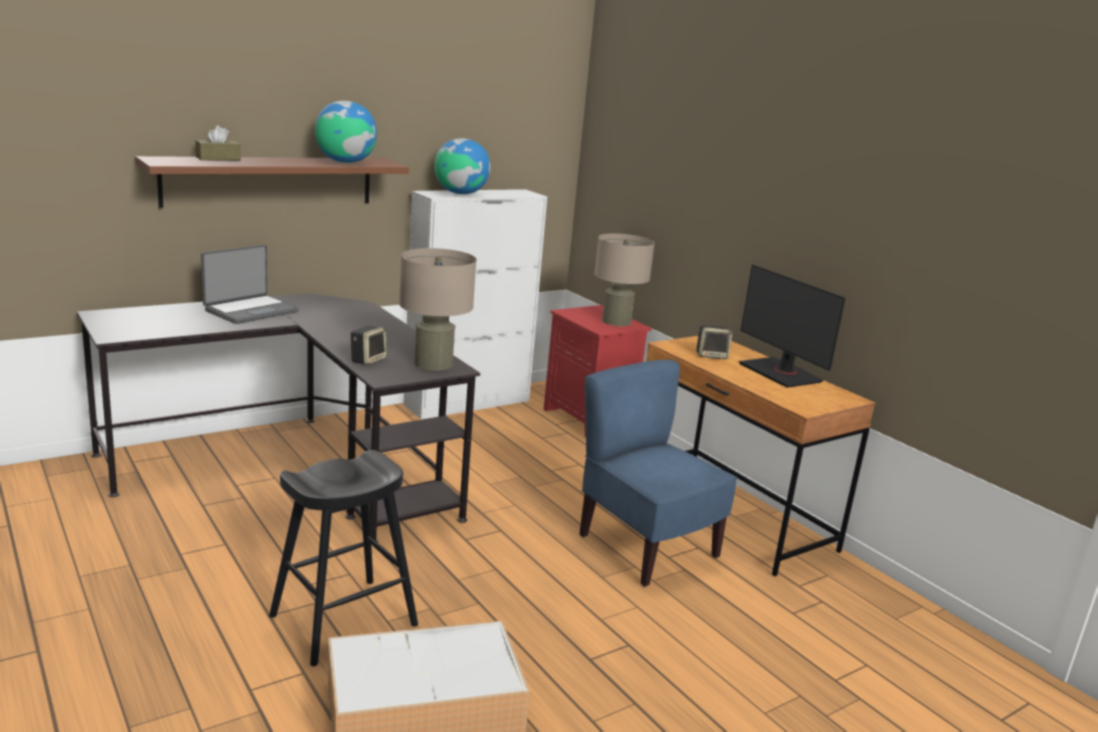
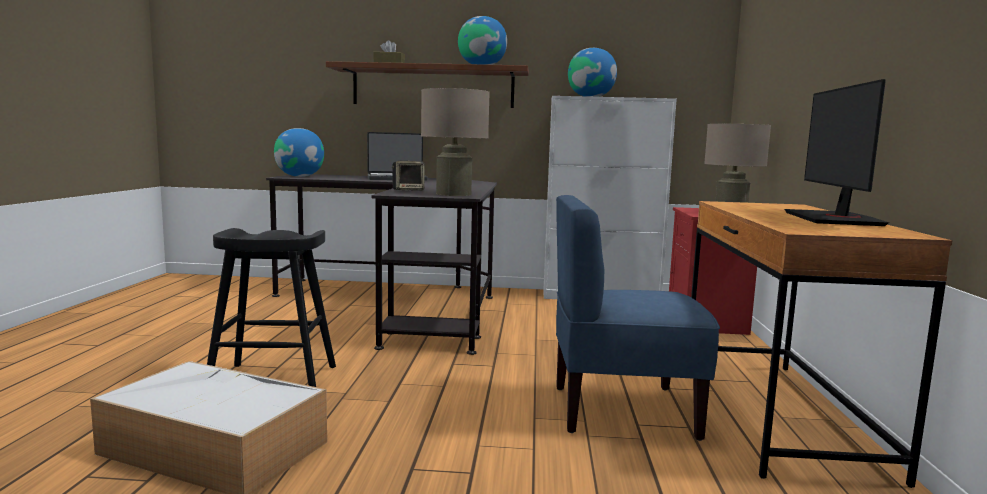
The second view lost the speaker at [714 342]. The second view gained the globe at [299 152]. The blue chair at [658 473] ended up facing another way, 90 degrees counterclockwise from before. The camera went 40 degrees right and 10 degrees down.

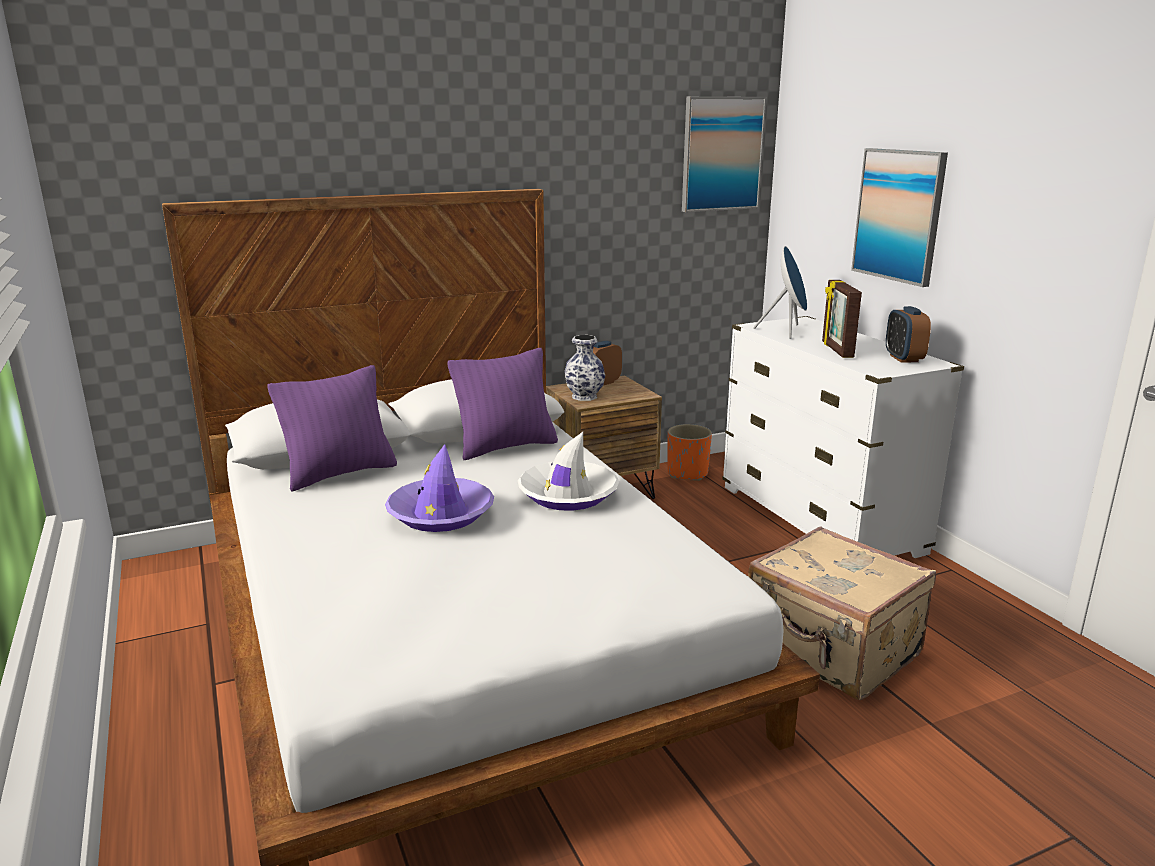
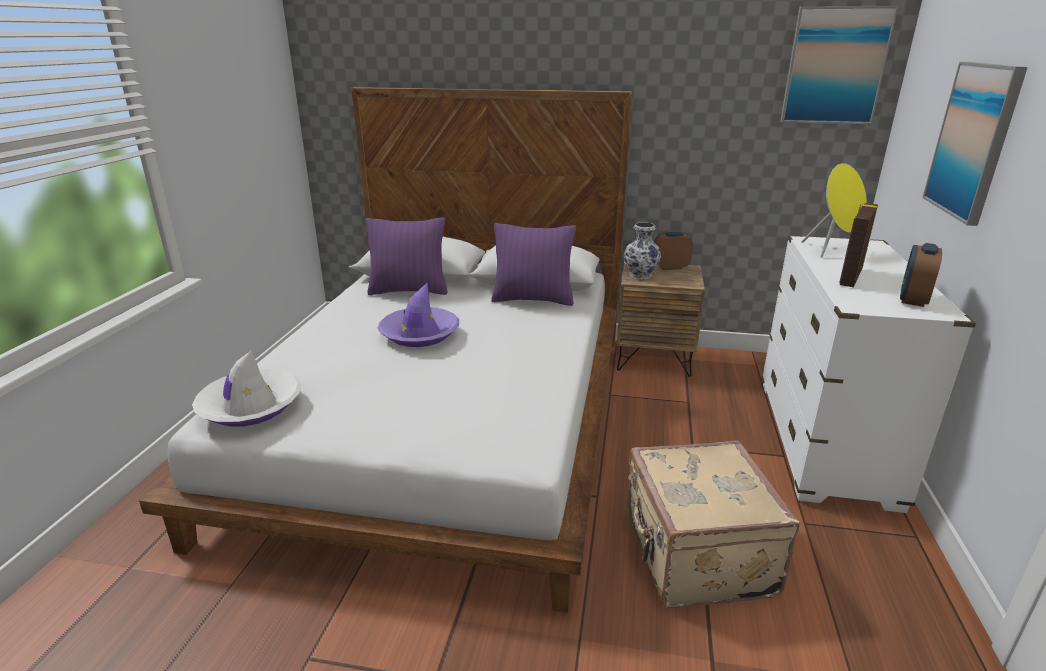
The second view lost the orange planter at [689 452]. The white hat ended up elsewhere, having gone from [568 471] to [246 389]. What was the blue speaker at [780 292] turned into the yellow speaker at [834 210]. The camera went 35 degrees right and 5 degrees up.

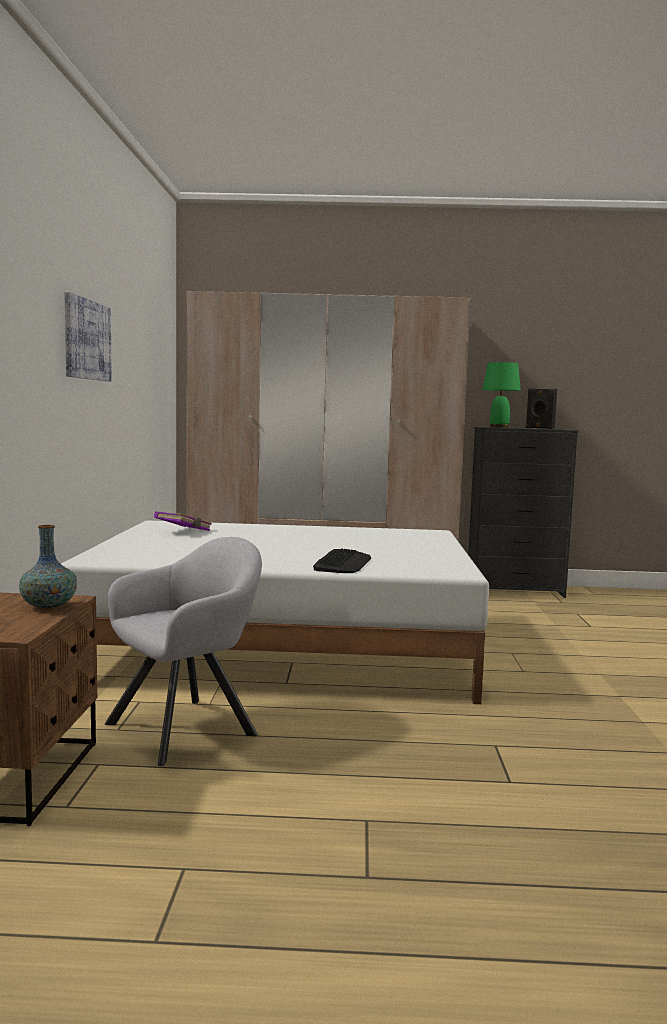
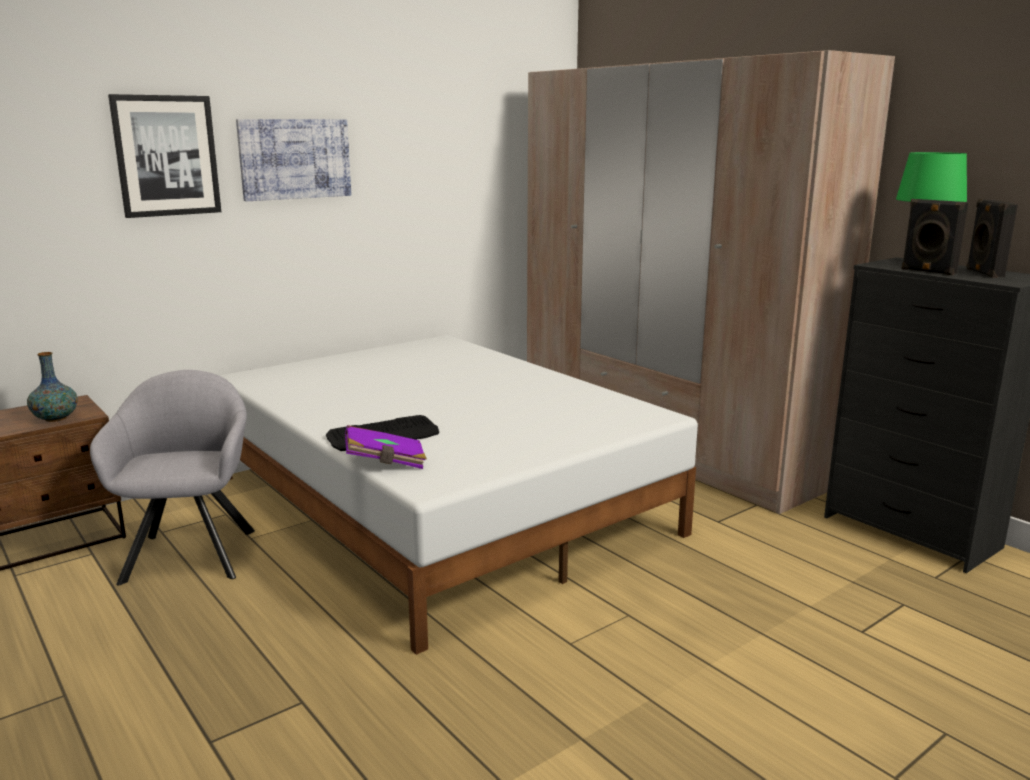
The second view gained the picture at [164 156]. The second view gained the black speaker at [934 237]. The purple book ended up elsewhere, having gone from [183 521] to [386 447]. The grey armchair at [183 651] ended up facing another way, 105 degrees counterclockwise from before. The camera went 50 degrees right and 10 degrees up.

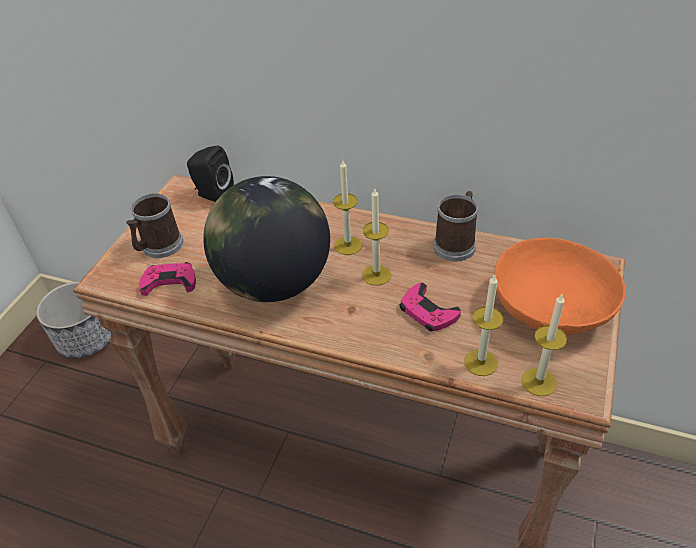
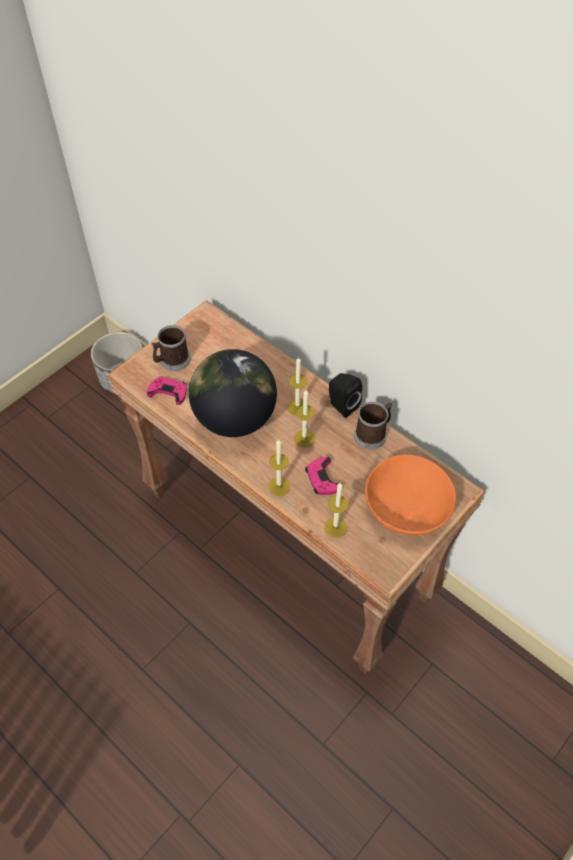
The black speaker ended up elsewhere, having gone from [210 174] to [345 395]. The candle ended up elsewhere, having gone from [544 344] to [279 468]. The camera went 20 degrees right and 10 degrees up.

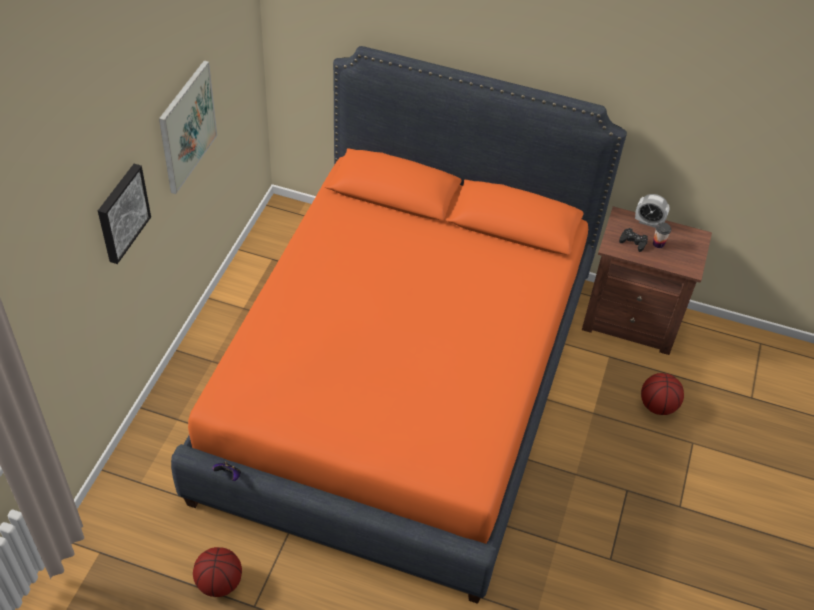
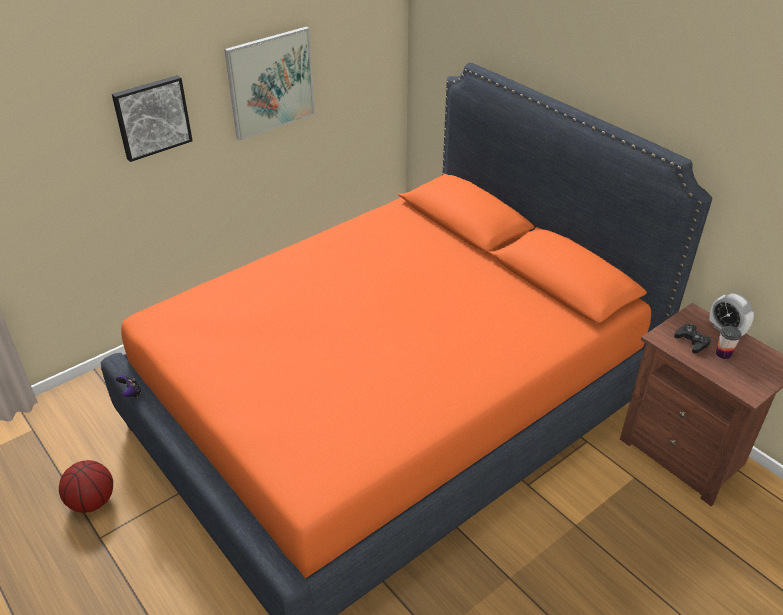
The second view lost the basketball at [662 394]. The camera went 35 degrees right and 10 degrees down.

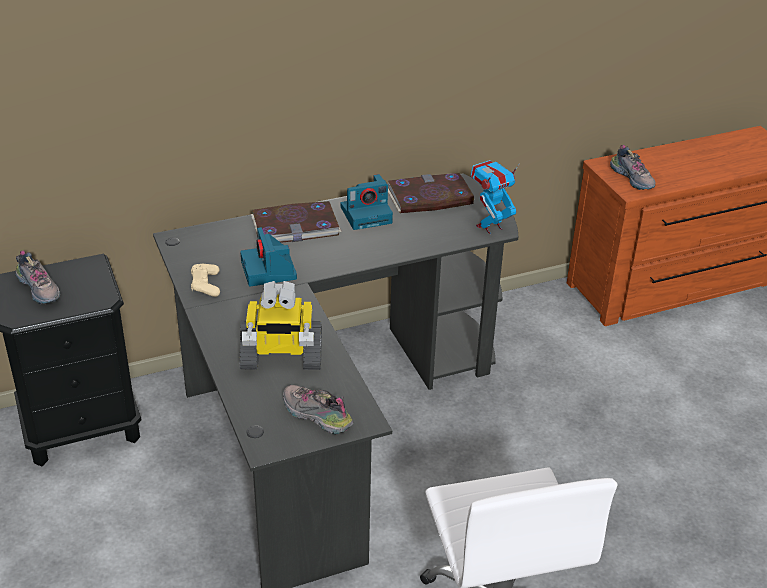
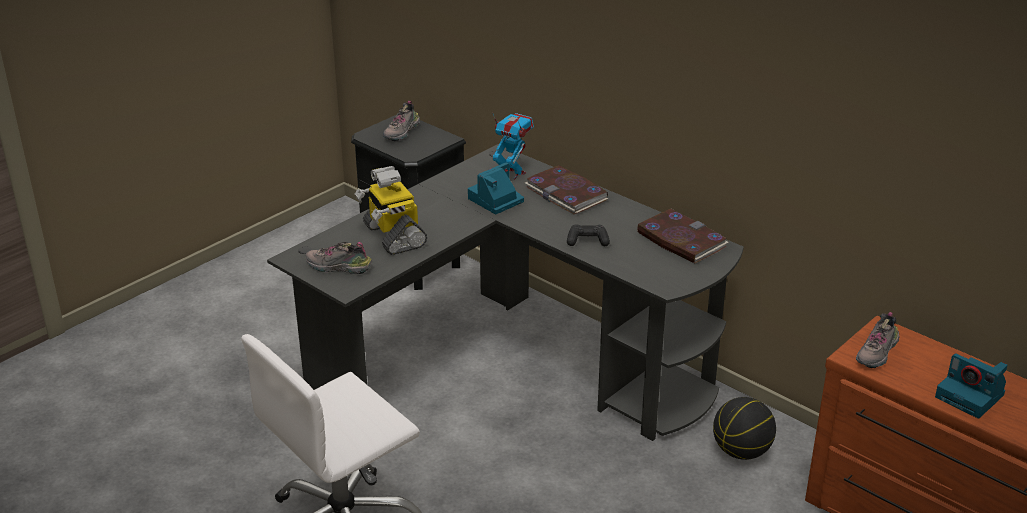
The second view lost the beige game controller at [205 280]. The second view gained the black game controller at [588 235]. The second view gained the basketball at [744 428]. The photo camera ended up elsewhere, having gone from [366 202] to [971 385]. The toy robot ended up elsewhere, having gone from [495 197] to [513 146]. The shoe at [318 410] ended up facing another way, 90 degrees counterclockwise from before. The camera went 65 degrees right and 5 degrees down.

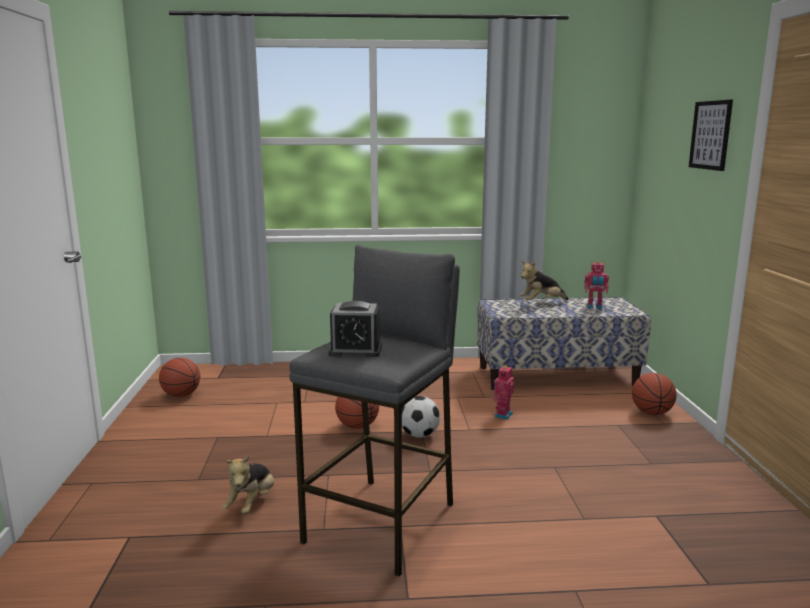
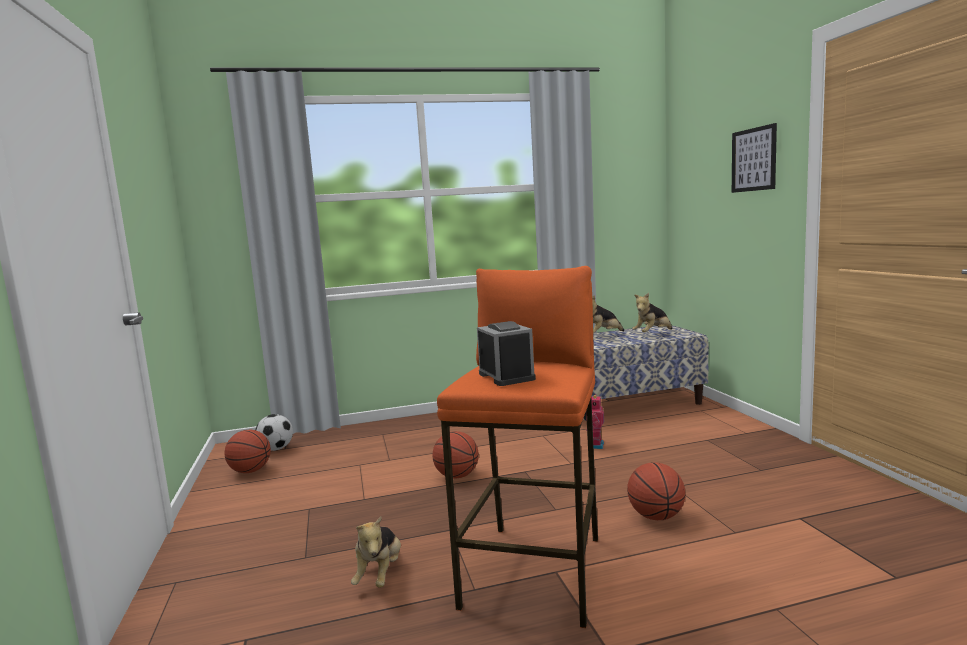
The football ended up elsewhere, having gone from [421 417] to [274 432]. The basketball ended up elsewhere, having gone from [654 394] to [656 491]. Where the toy robot stood at [596 285], the plush toy came to stand at [652 312]. What was the grey stool at [374 411] turned into the orange stool at [517 447]. The alarm clock at [355 329] ended up facing another way, 105 degrees counterclockwise from before. The camera went 10 degrees left and 5 degrees down.

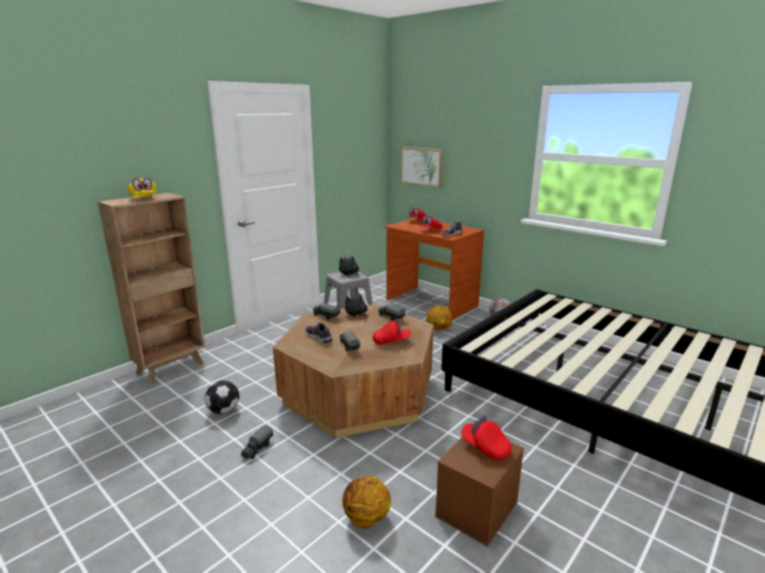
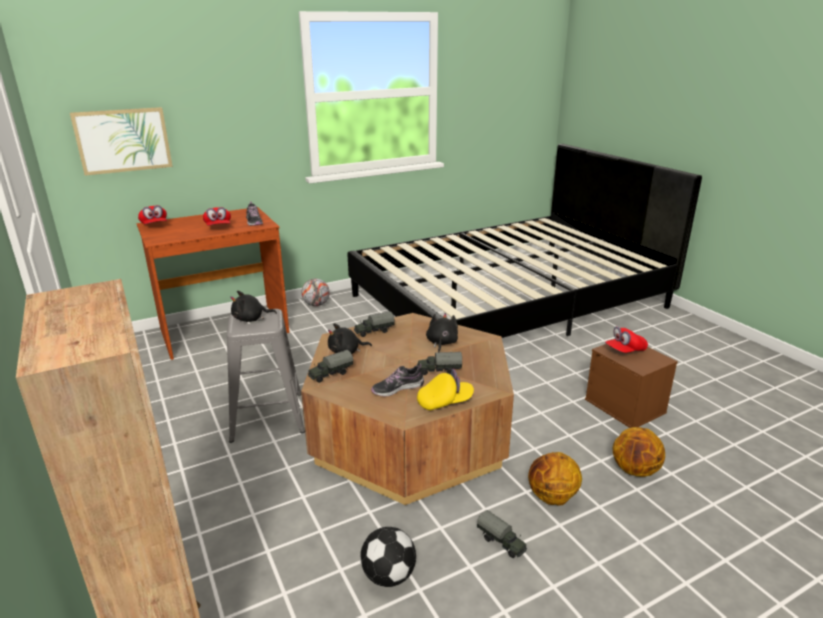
The yellow cap ended up elsewhere, having gone from [142 187] to [445 389]. The basketball ended up elsewhere, having gone from [440 317] to [555 479]. Where the red cap stood at [392 332], the black plush toy came to stand at [442 332]. The camera went 70 degrees left and 5 degrees up.

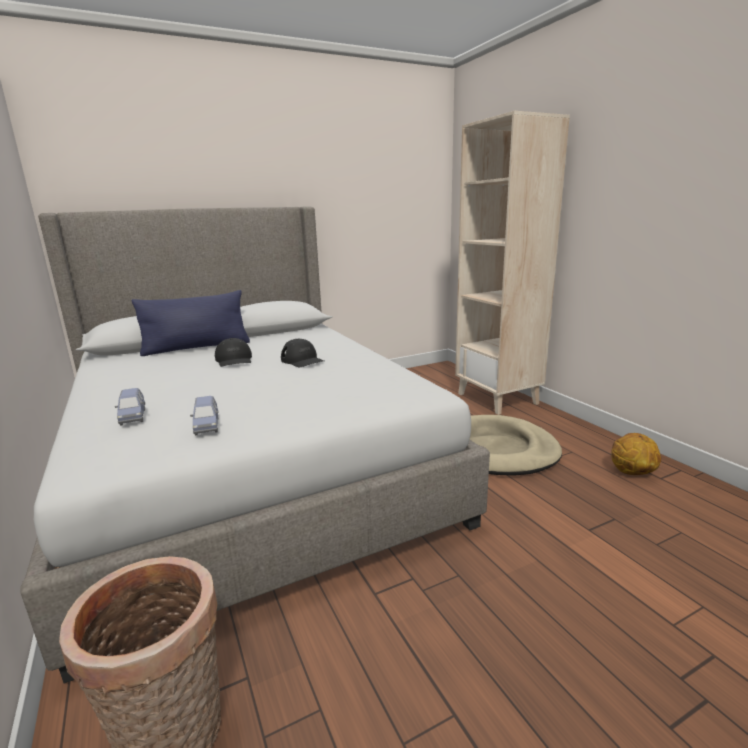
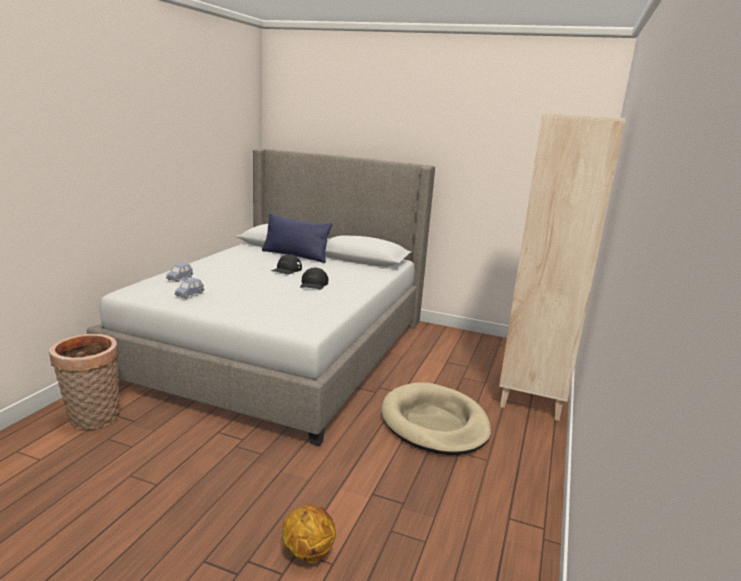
The basketball ended up elsewhere, having gone from [636 454] to [309 534]. The camera went 45 degrees right and 0 degrees up.

